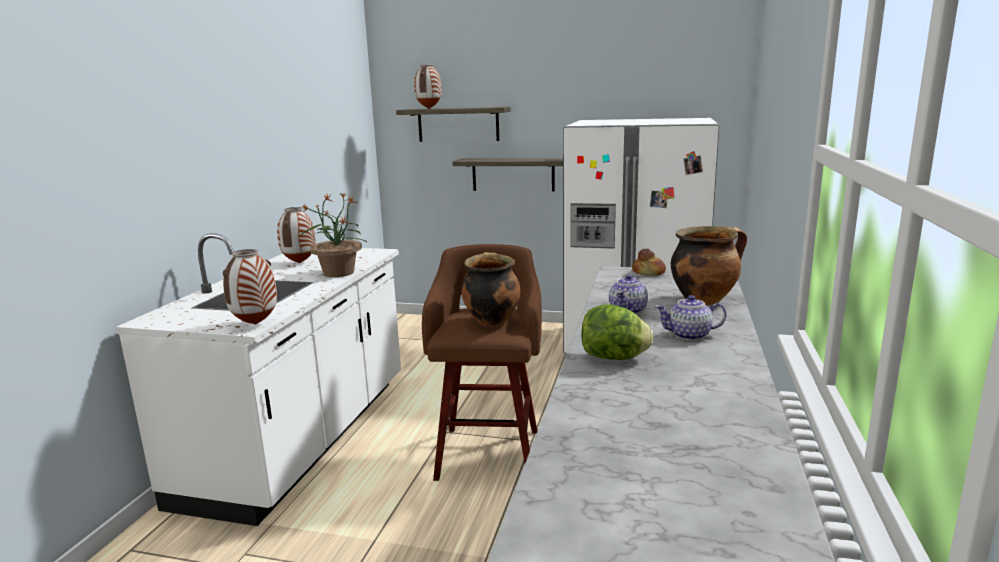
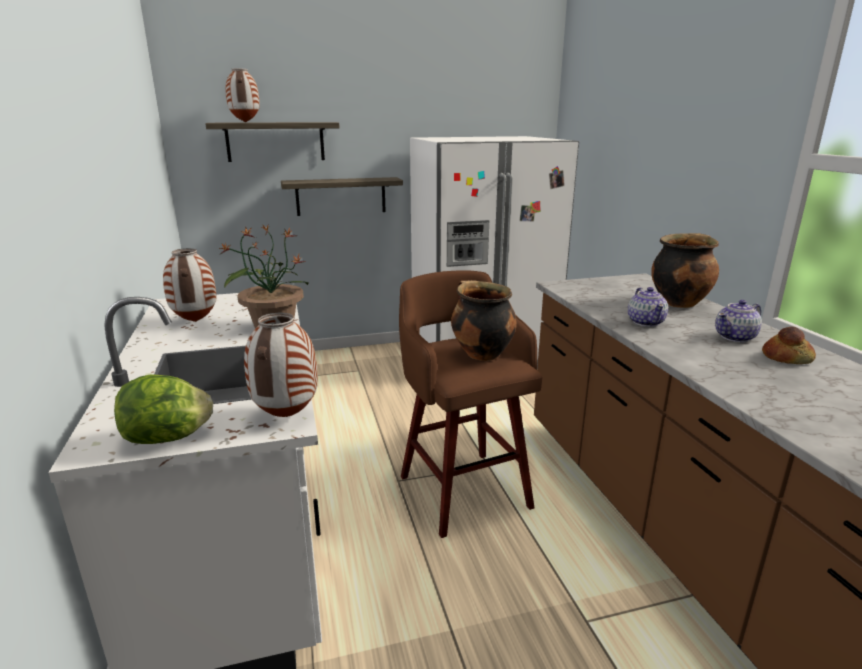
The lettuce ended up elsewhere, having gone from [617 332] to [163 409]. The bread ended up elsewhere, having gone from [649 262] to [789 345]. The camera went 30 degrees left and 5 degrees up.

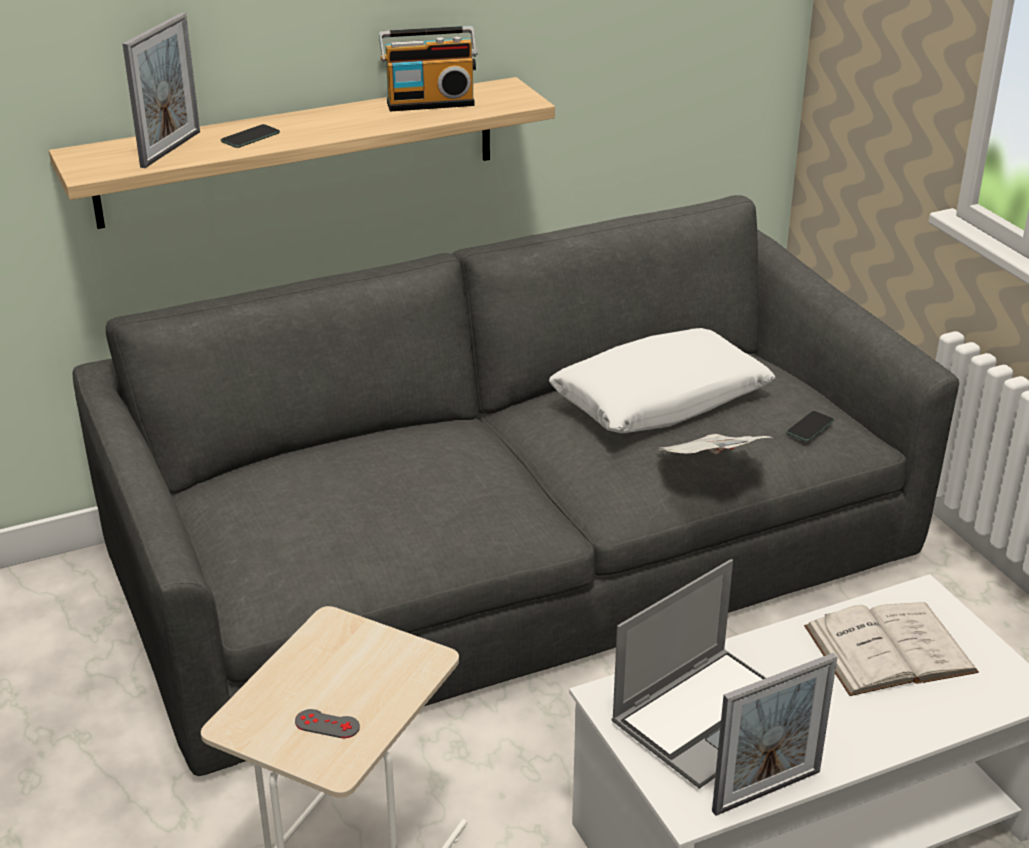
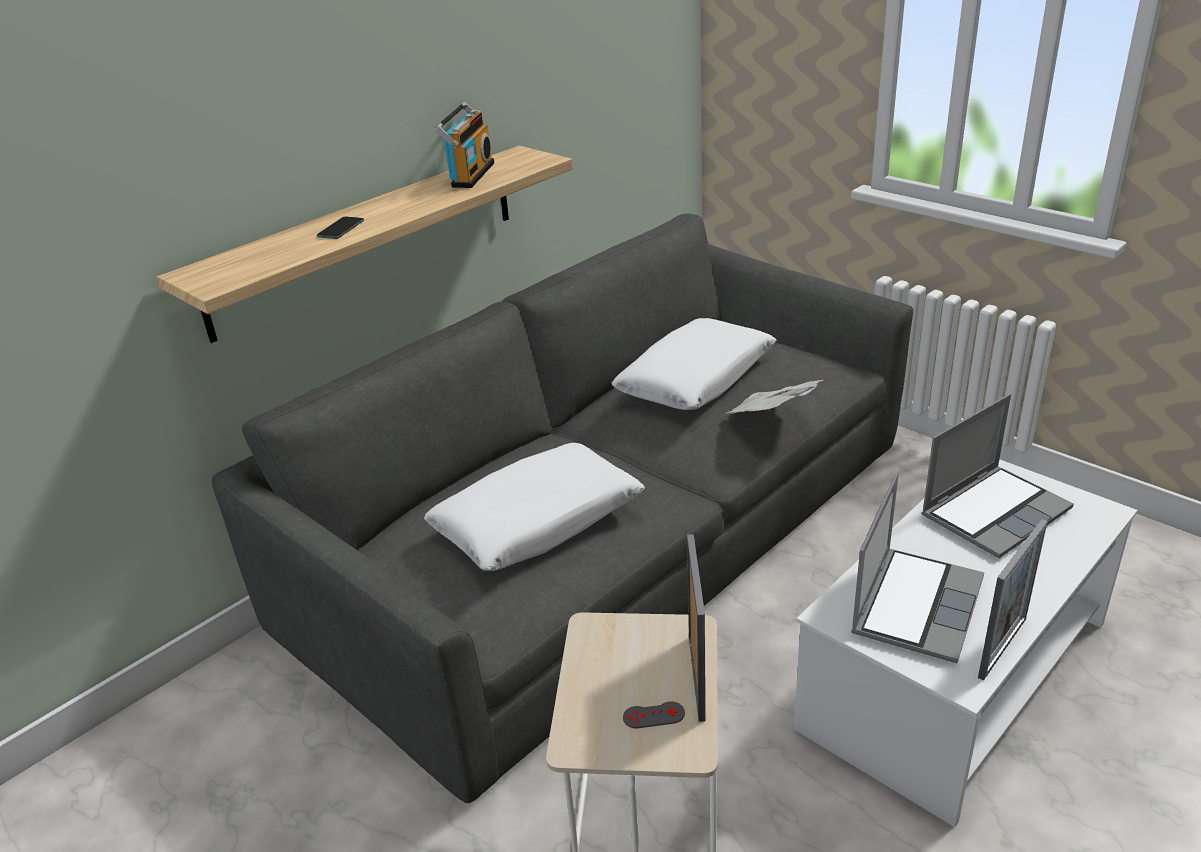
The second view lost the phone at [810 426]. The second view gained the white pillow at [534 507]. The picture frame ended up elsewhere, having gone from [161 90] to [696 628]. Where the white book stood at [891 649], the laptop came to stand at [997 476]. The radio at [428 68] ended up facing another way, 45 degrees counterclockwise from before. The camera went 20 degrees left and 0 degrees up.

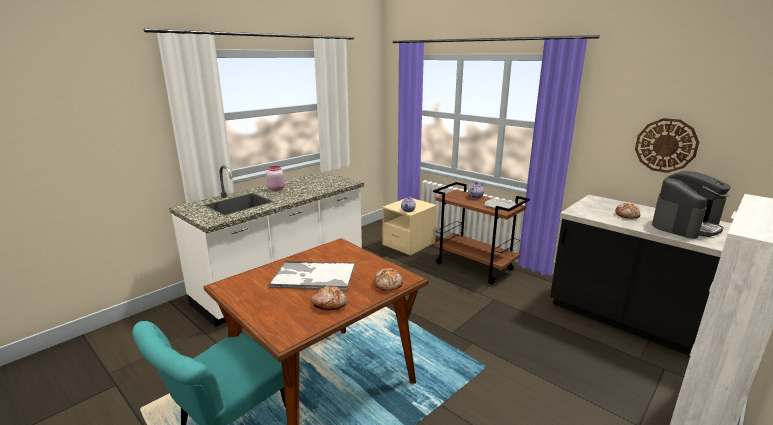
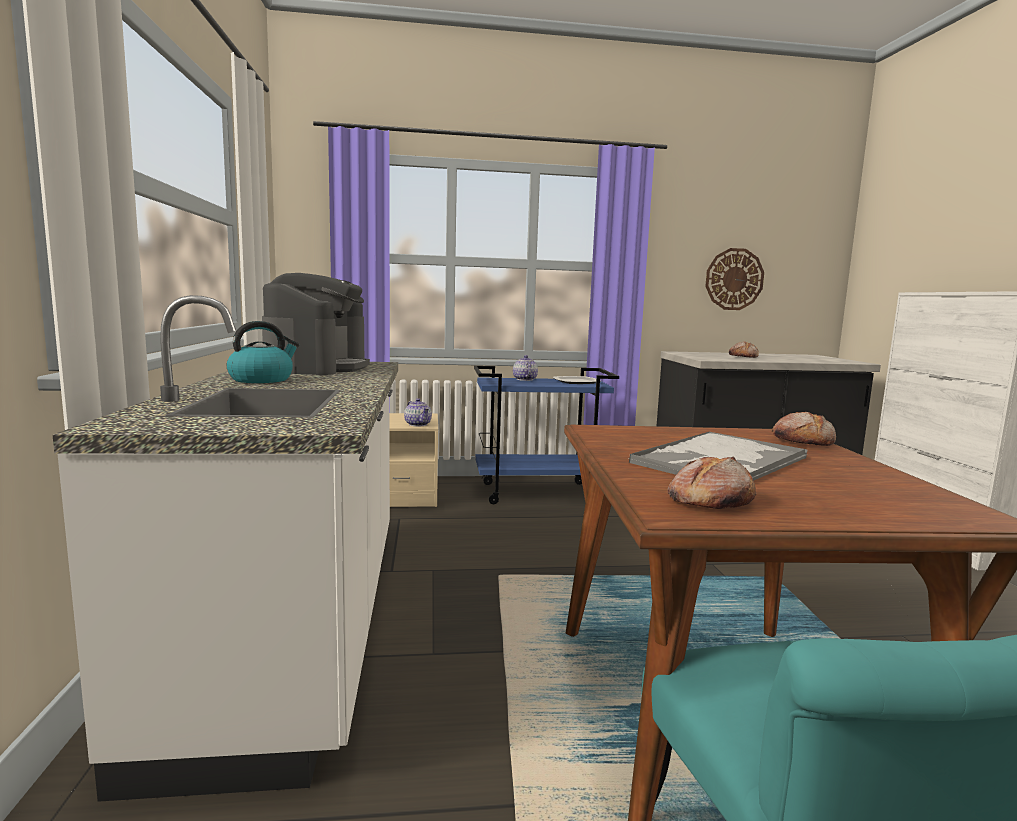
The bread ended up elsewhere, having gone from [329 298] to [712 483]. The coffee machine ended up elsewhere, having gone from [691 205] to [316 324]. Where the pink jar stood at [275 178], the kettle came to stand at [263 352]. What was the brown cart at [481 233] turned into the blue cart at [546 435]. The camera went 50 degrees left and 10 degrees down.

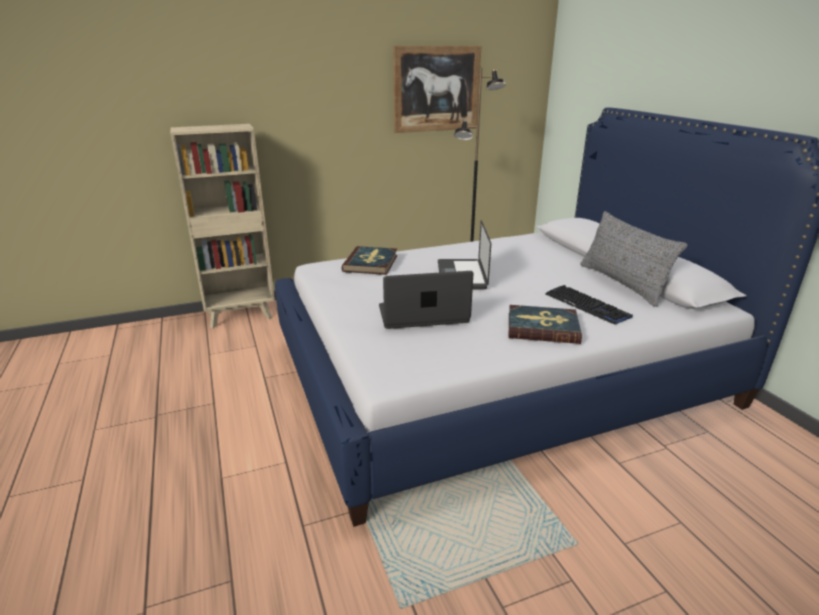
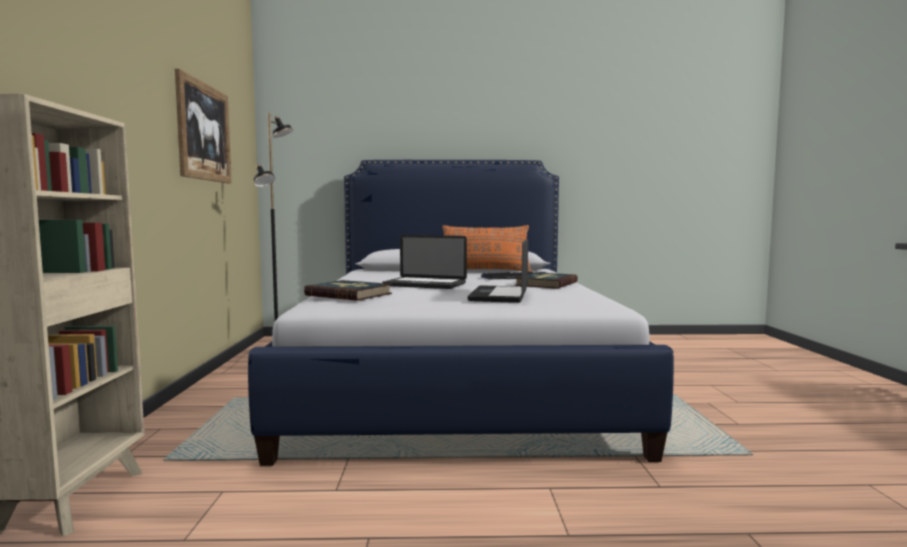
What was the grey pillow at [633 259] turned into the orange pillow at [486 248]. The camera went 70 degrees left and 20 degrees down.

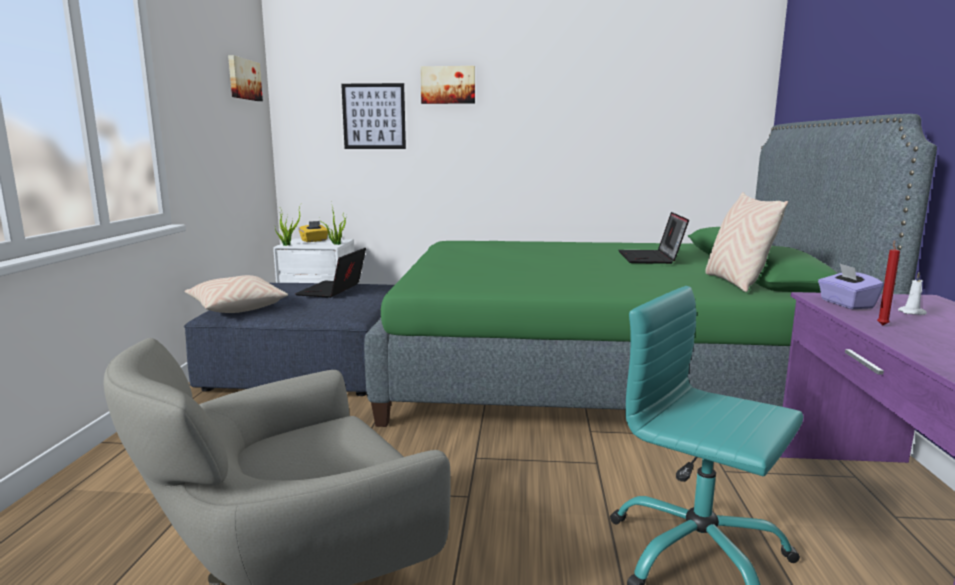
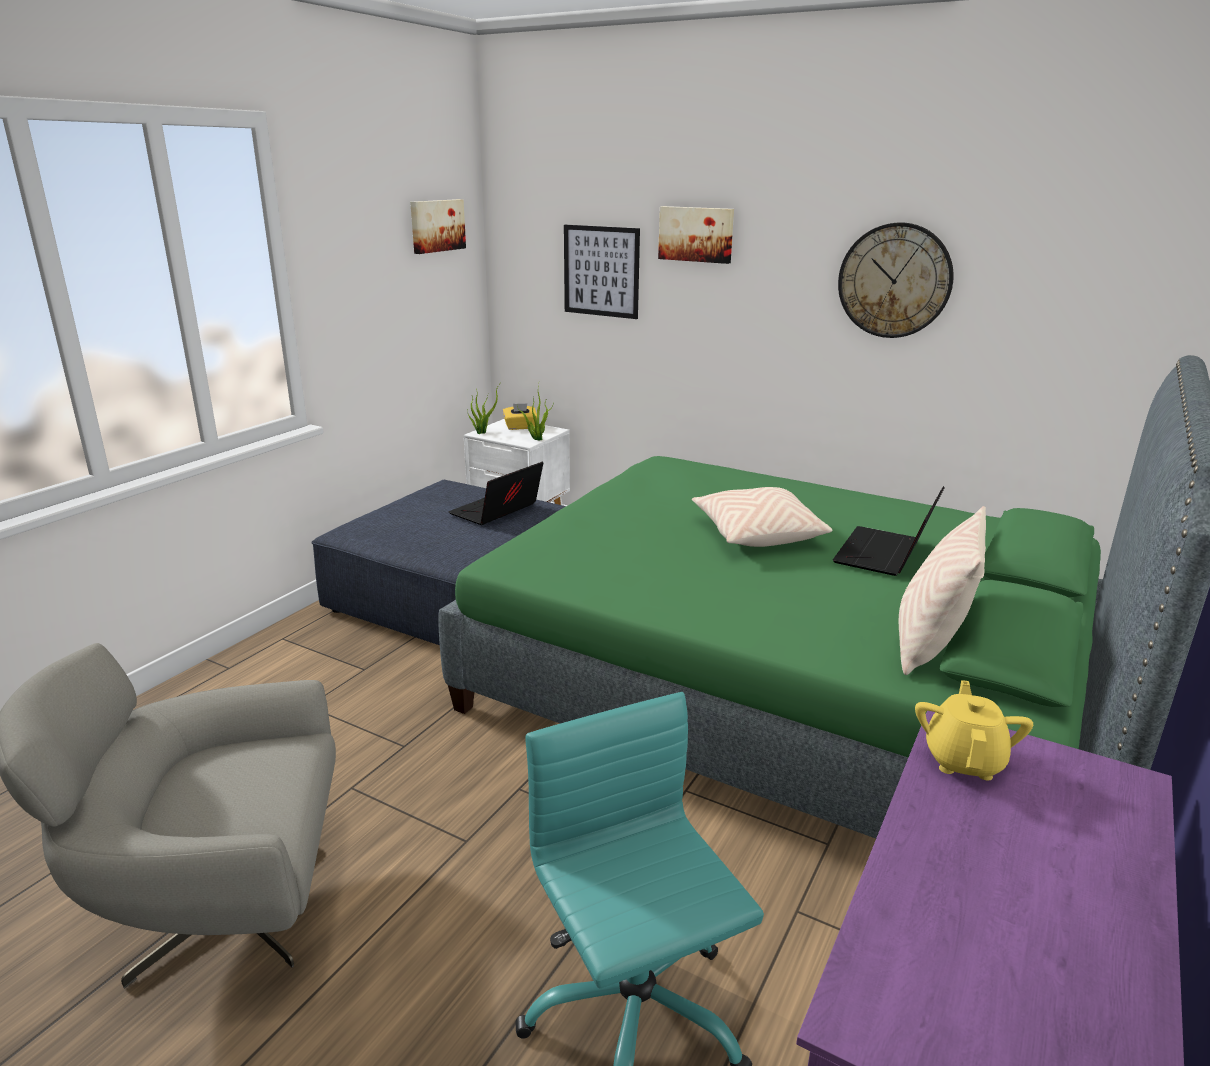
The second view lost the red candle at [888 283]. The second view lost the white candle at [912 293]. The second view gained the wall clock at [896 280]. The beige pillow ended up elsewhere, having gone from [236 294] to [762 517]. Where the purple tissue box stood at [851 286], the yellow teapot came to stand at [974 730]. The camera went 25 degrees right and 10 degrees up.

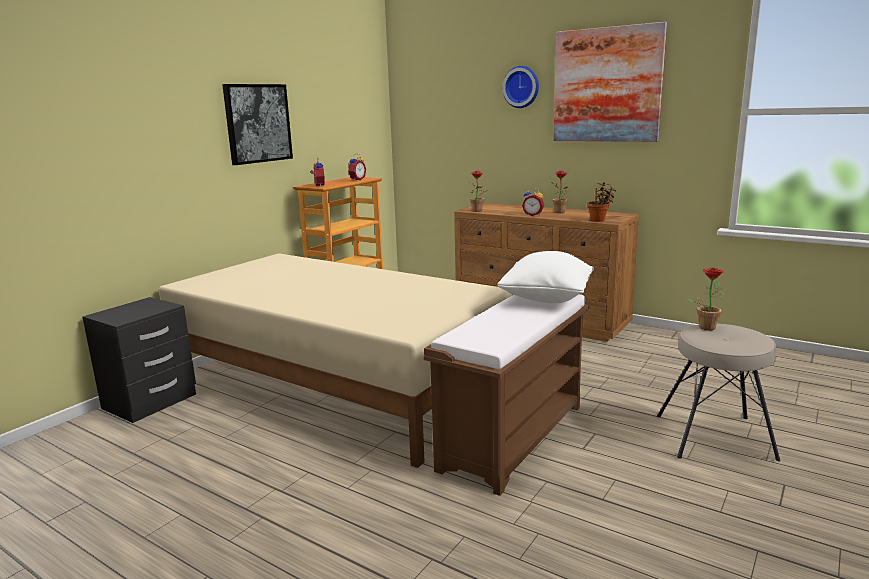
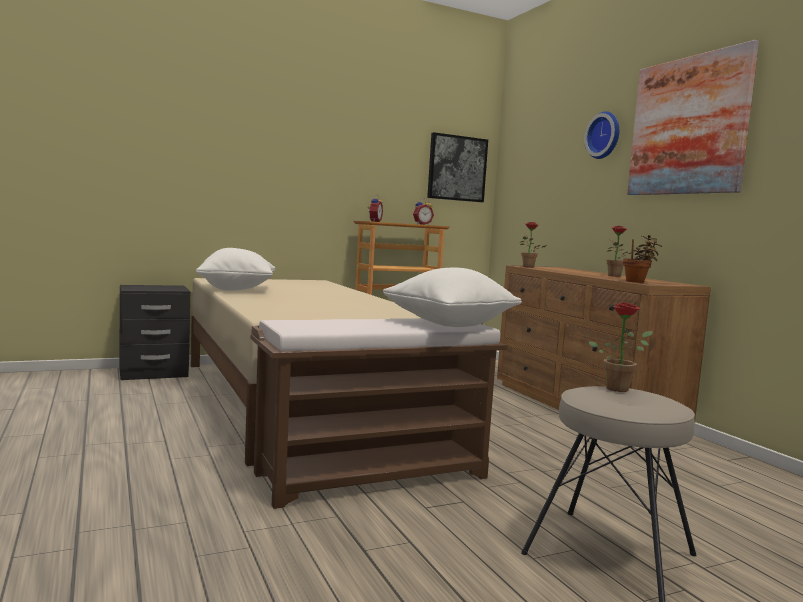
The second view lost the alarm clock at [533 201]. The second view gained the white pillow at [235 269]. The picture ended up elsewhere, having gone from [257 124] to [457 167]. The camera went 30 degrees right and 10 degrees down.

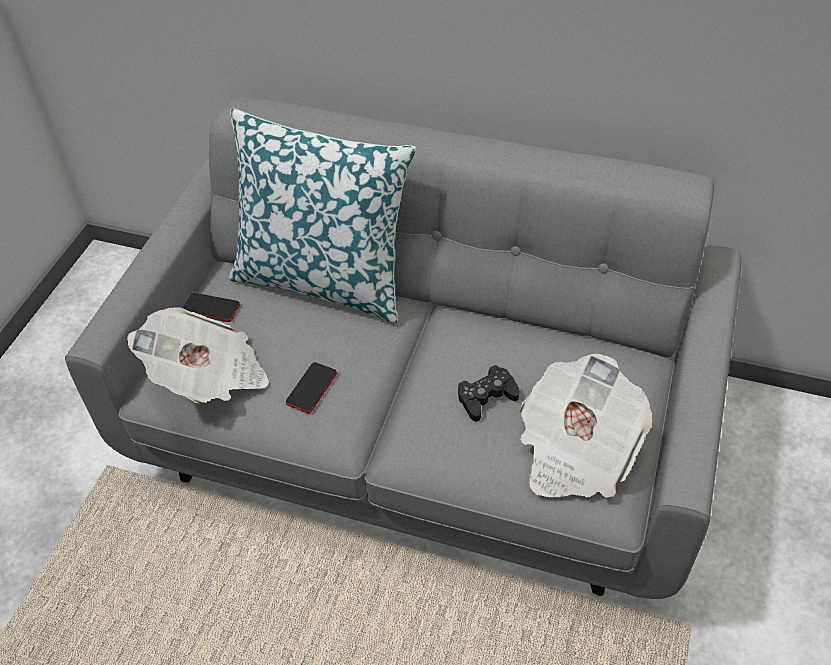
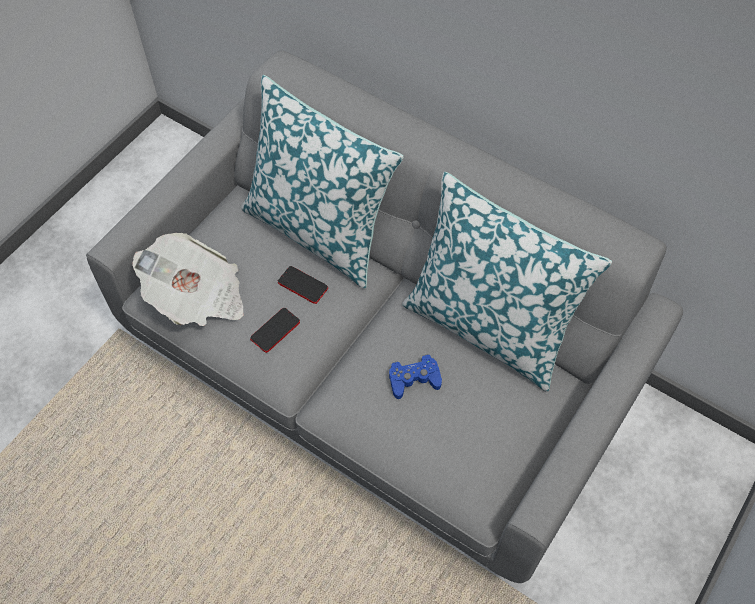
The second view lost the newspaper at [586 426]. The second view gained the pillow at [507 282]. The phone ended up elsewhere, having gone from [211 307] to [303 285]. What was the black game controller at [489 393] turned into the blue game controller at [415 376]. The camera went 15 degrees right and 10 degrees up.

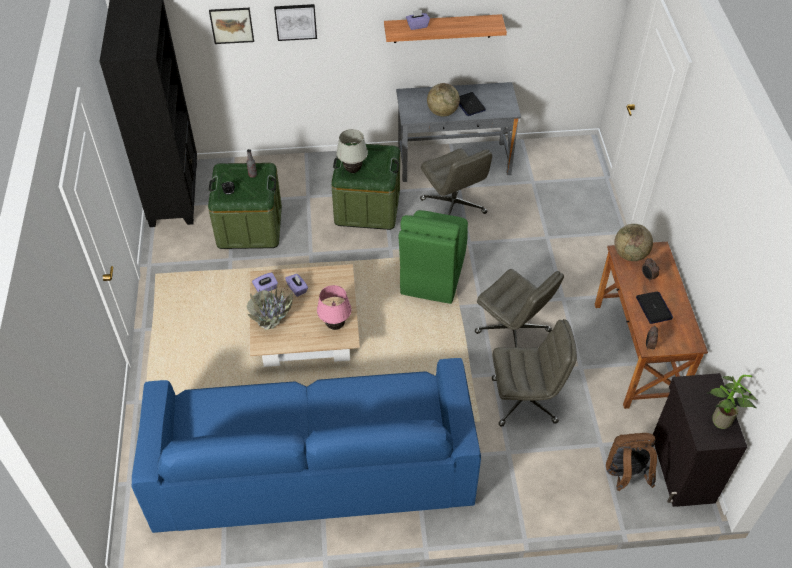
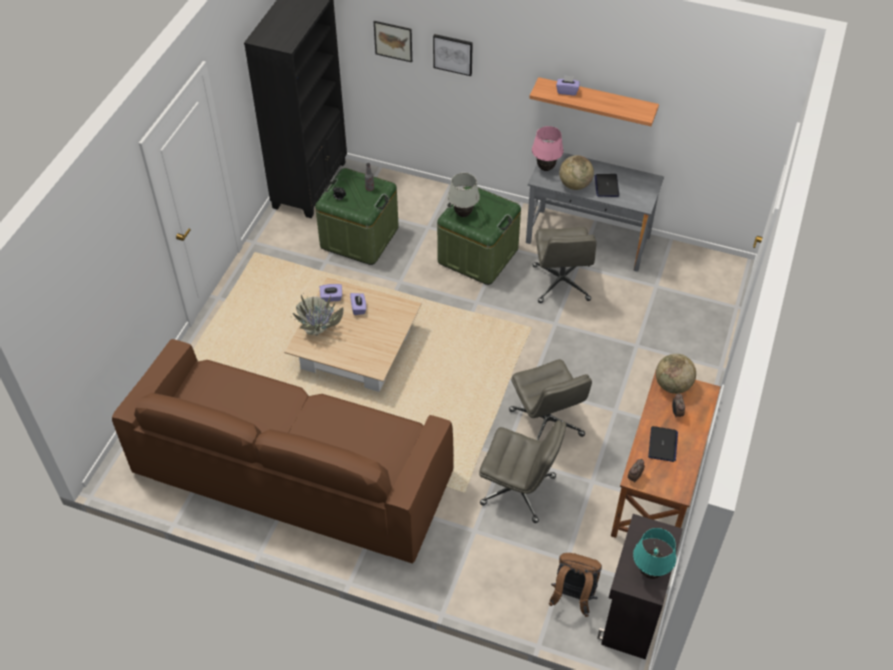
The second view lost the green chair at [433 257]. The pink table lamp ended up elsewhere, having gone from [334 307] to [547 148]. Where the potted plant stood at [732 402], the turquoise table lamp came to stand at [654 553]. What was the blue sofa at [306 445] turned into the brown sofa at [283 451]. The camera went 25 degrees right and 0 degrees up.

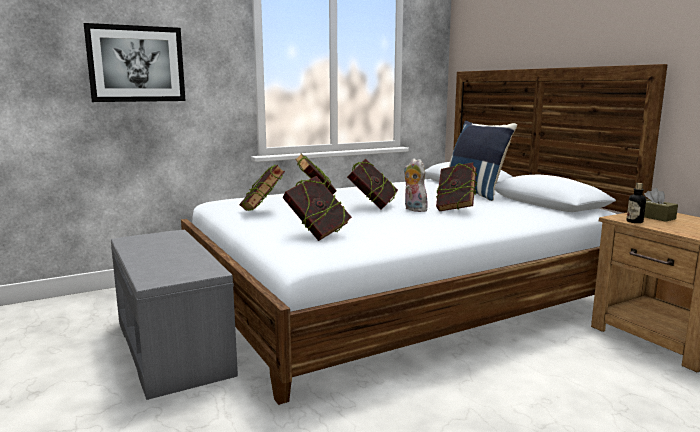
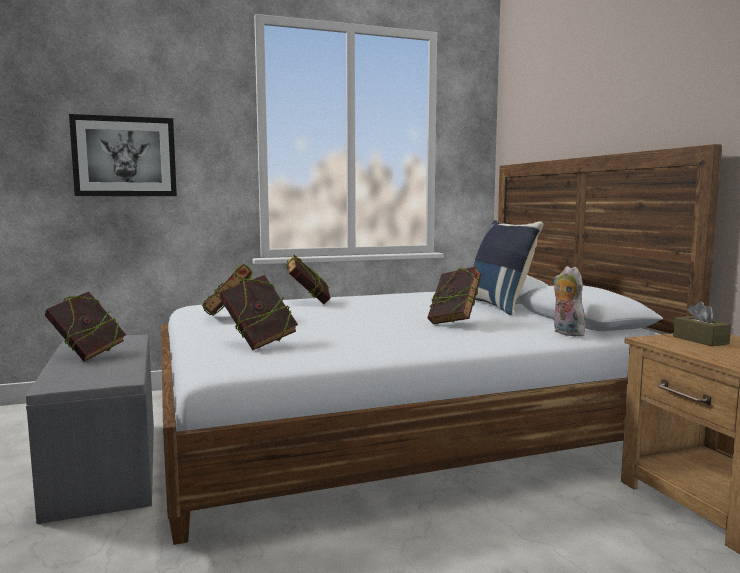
The second view lost the bottle at [636 203]. The book ended up elsewhere, having gone from [372 184] to [85 326]. The plush toy ended up elsewhere, having gone from [416 185] to [569 301]. The camera went 10 degrees right and 5 degrees down.

